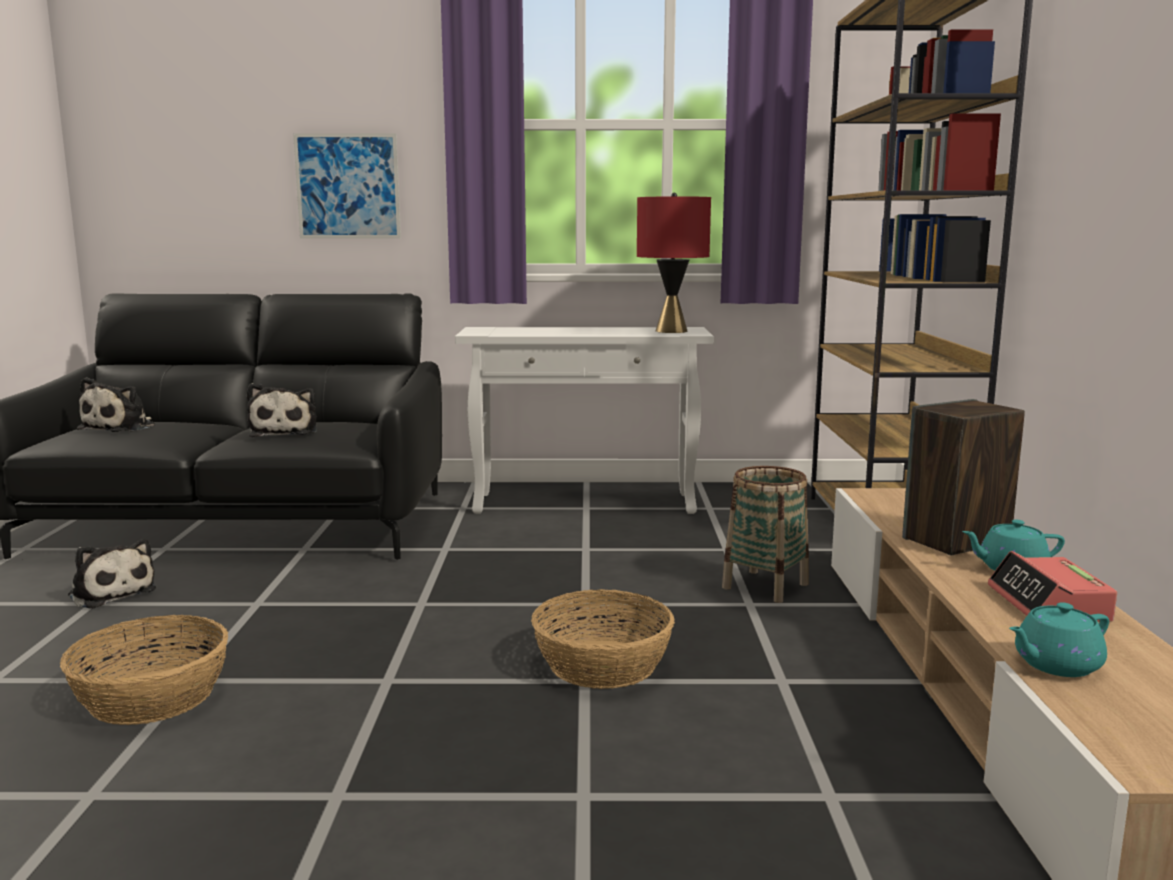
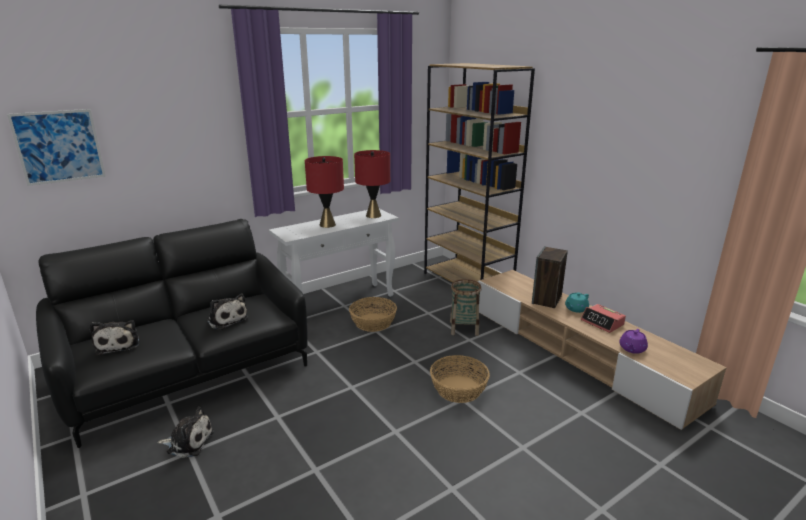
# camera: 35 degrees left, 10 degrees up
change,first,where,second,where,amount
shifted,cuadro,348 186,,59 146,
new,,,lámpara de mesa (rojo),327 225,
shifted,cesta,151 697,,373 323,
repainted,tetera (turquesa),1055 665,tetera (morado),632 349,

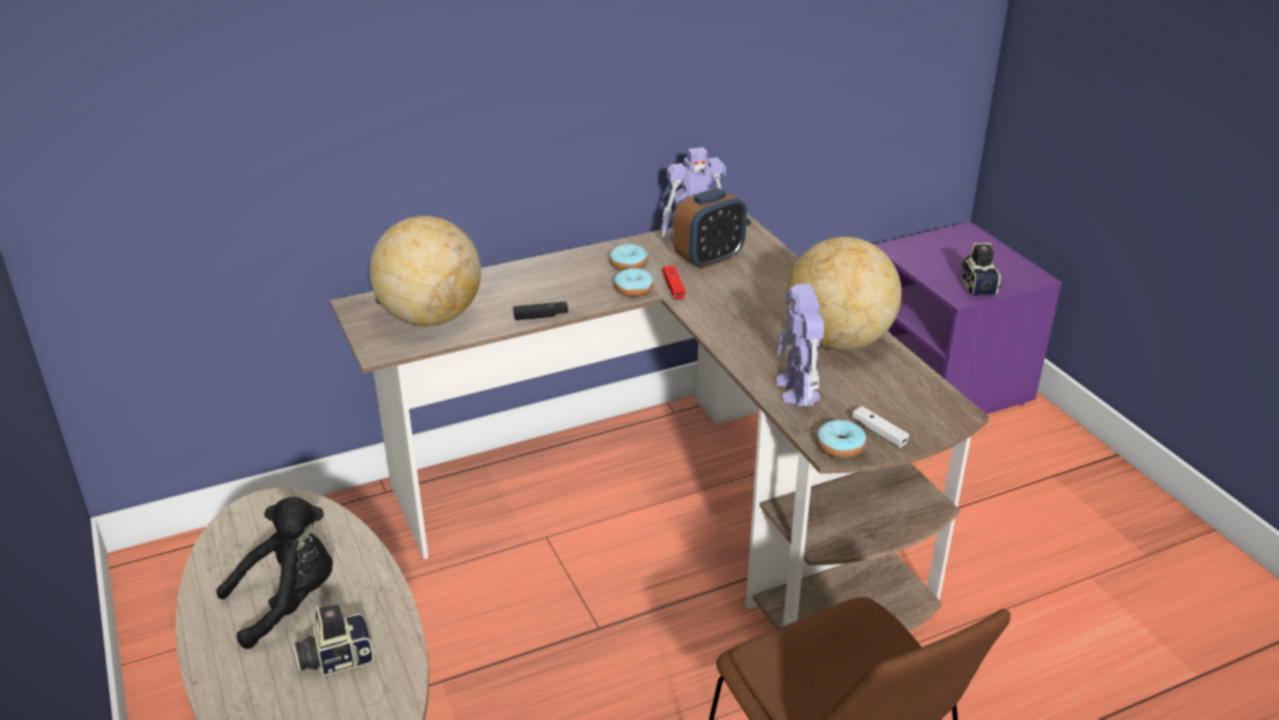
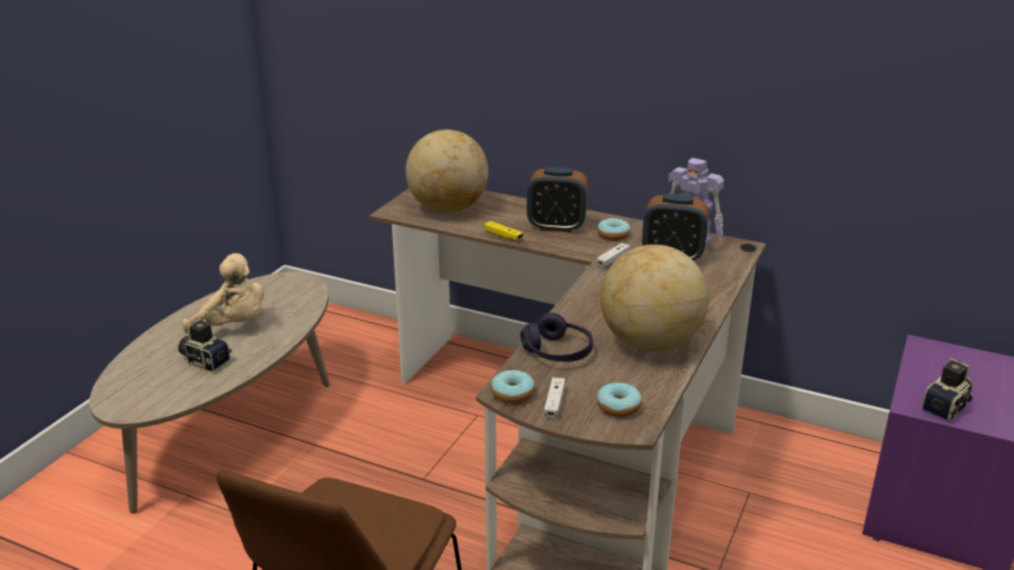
# camera: 50 degrees right, 5 degrees down
change,first,where,second,where,amount
repainted,peluche (negro),289 601,peluche (beis),233 325,
repainted,mando de consola (negro),541 316,mando de consola (amarillo),503 236,
swapped,robot de juguete,797 391,auriculares (morado),557 352,
new,,,despertador,556 226,
repainted,mando de consola (rojo),673 287,mando de consola (blanco),612 260,
shifted,rosquilla,633 289,,618 407,

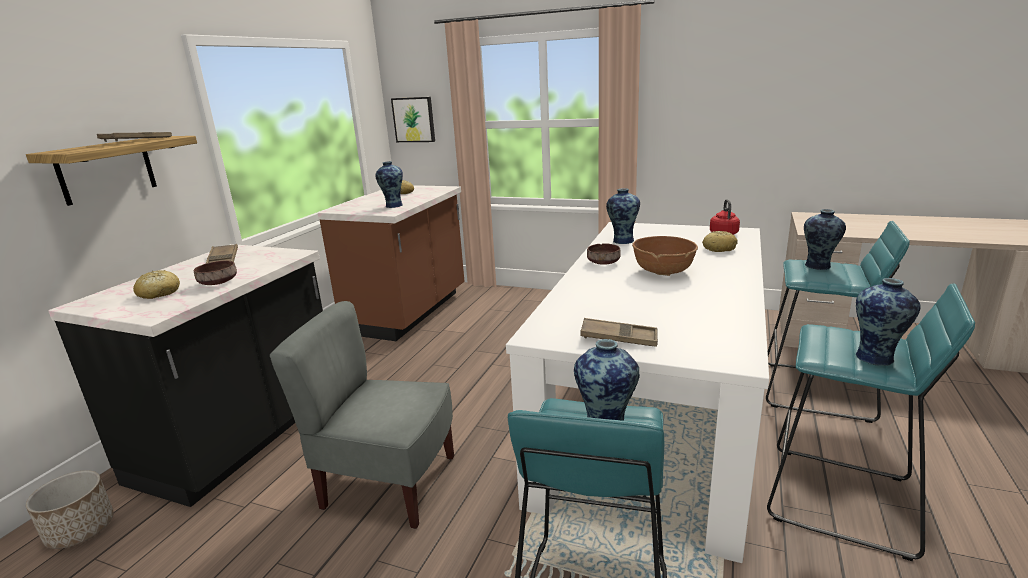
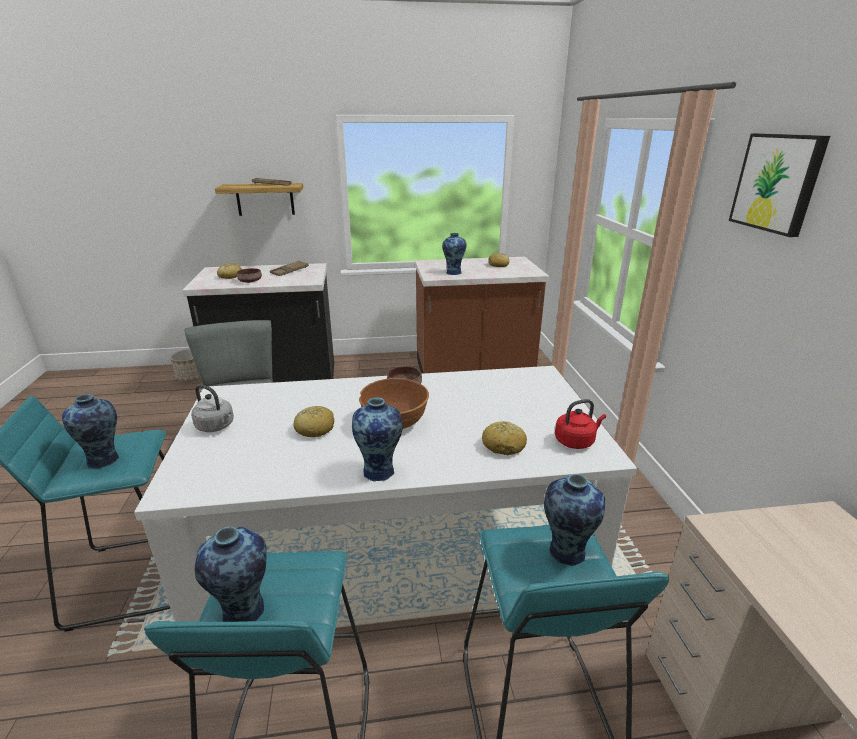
# camera: 60 degrees right, 5 degrees up
change,first,where,second,where,amount
swapped,bandeja (marrón),619 338,hervidor (gris),216 426,
new,,,pan,315 428,
shifted,florero,622 241,,379 470,
shifted,cuadro,414 119,,778 183,

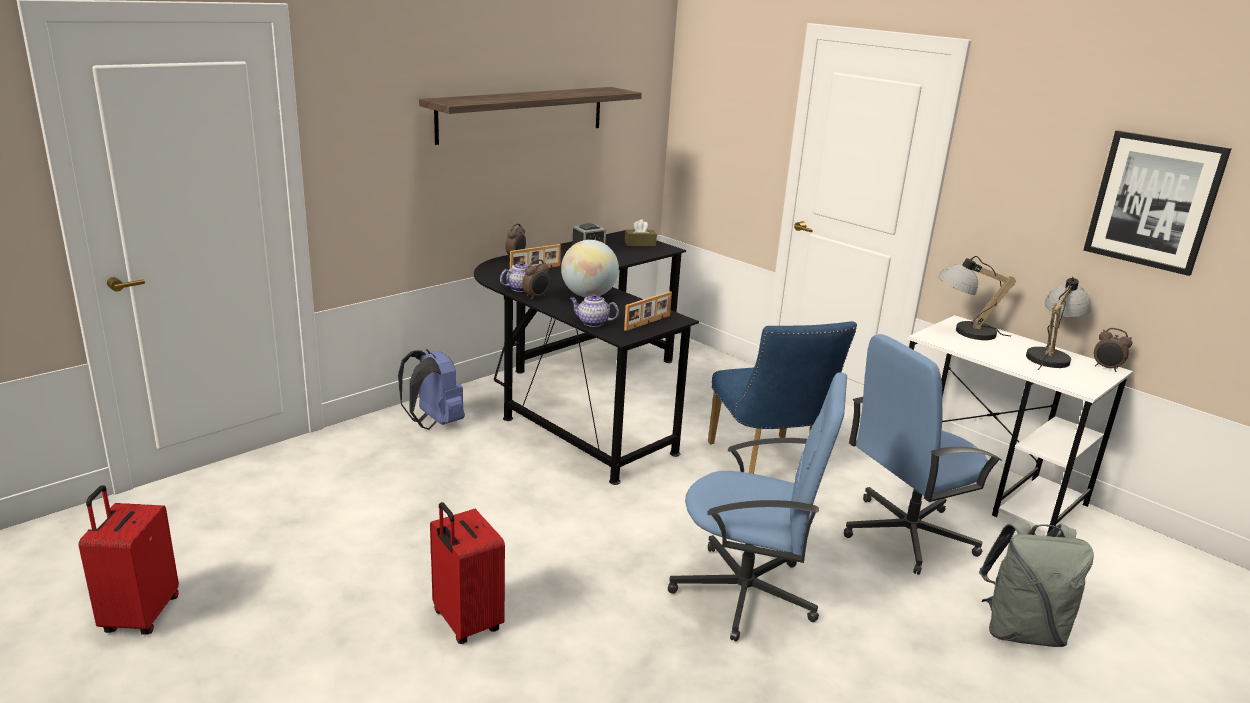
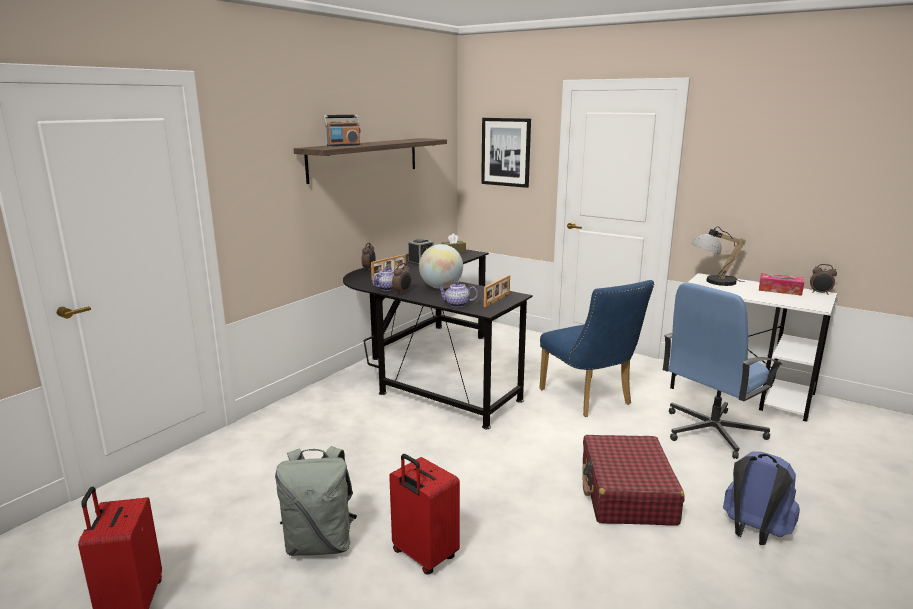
# camera: 10 degrees left, 5 degrees down
change,first,where,second,where,amount
shifted,mochila (gris),1021 631,,320 544,
new,,,radio,343 145,
shifted,cuadro,1153 201,,506 152,
swapped,silla de oficina (azul),746 593,maleta (rojo),627 493,
shifted,mochila (azul),434 423,,753 533,
swapped,lámpara de mesa,1050 356,caja de pañuelos,780 290,

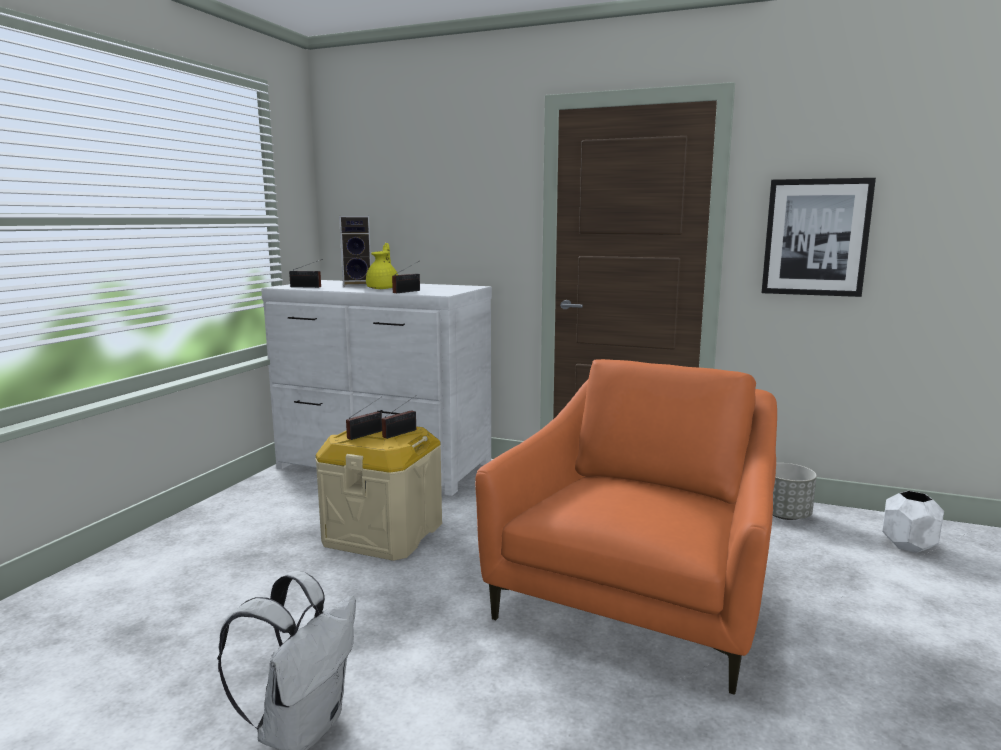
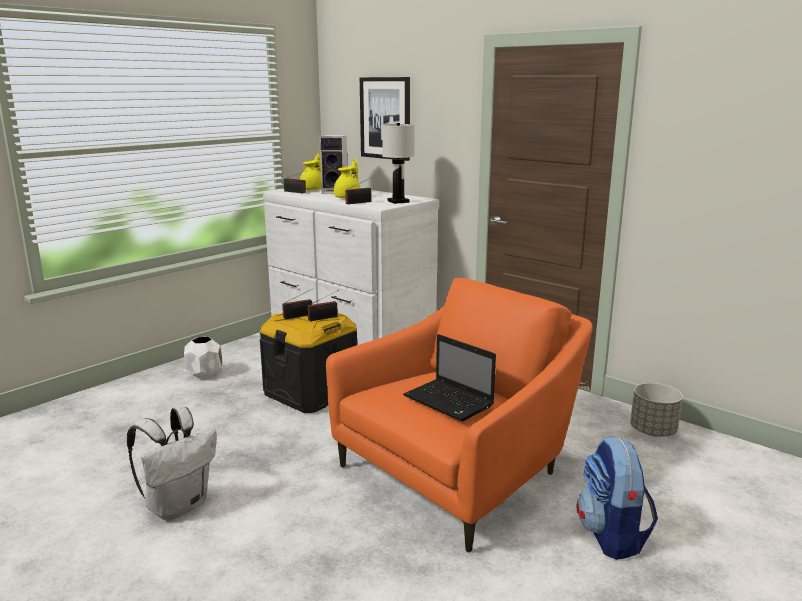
# camera: 20 degrees right, 5 degrees up
change,first,where,second,where,amount
shifted,maceta (blanco),908 545,,205 374,
repainted,caja de almacenaje (beis),383 534,caja de almacenaje (negro),311 392,
new,,,tetera (amarillo),313 189,
shifted,cuadro,815 237,,385 118,
new,,,lámpara de mesa (blanco),398 201,
new,,,portátil,450 401,
new,,,mochila,612 536,

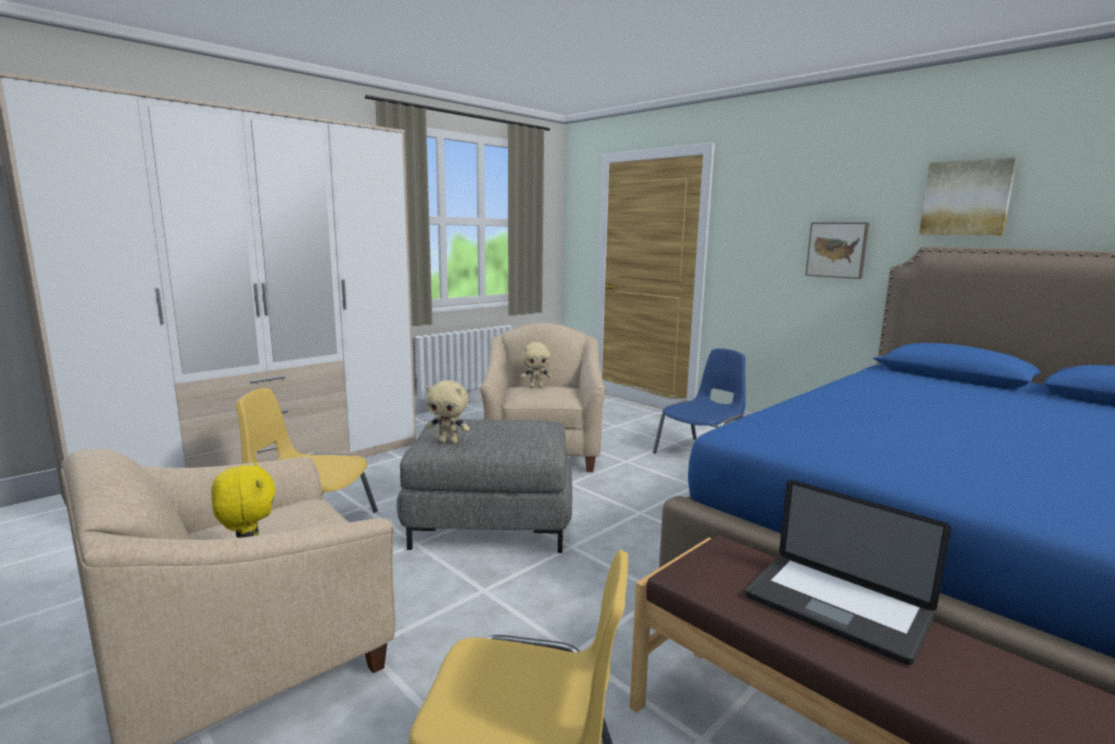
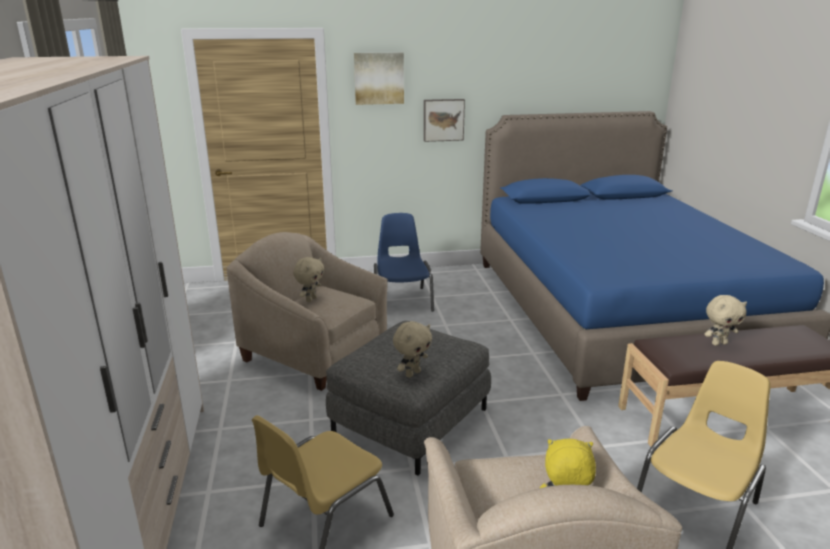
# camera: 55 degrees left, 10 degrees up
change,first,where,second,where,amount
shifted,cuadro,966 198,,379 78,
swapped,portátil,836 608,peluche (beis),719 343,

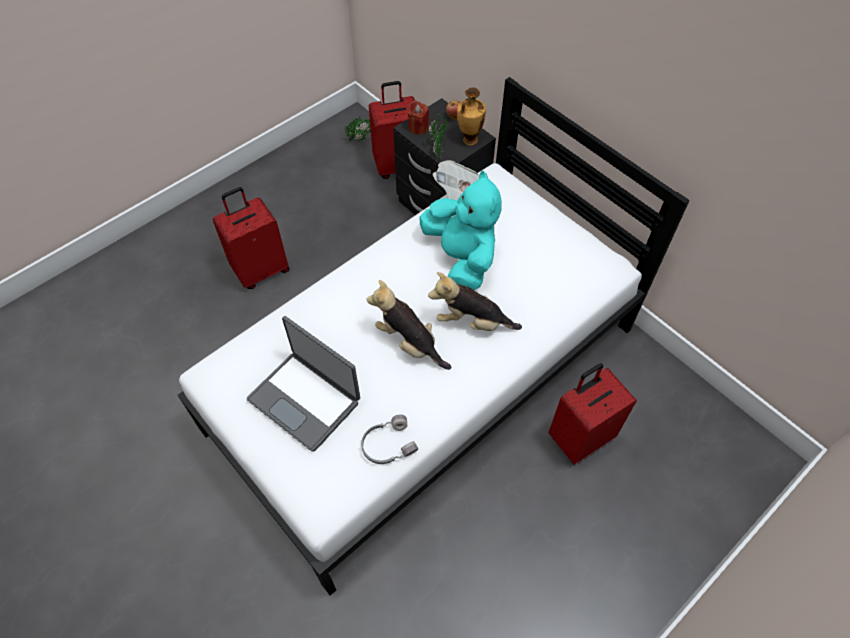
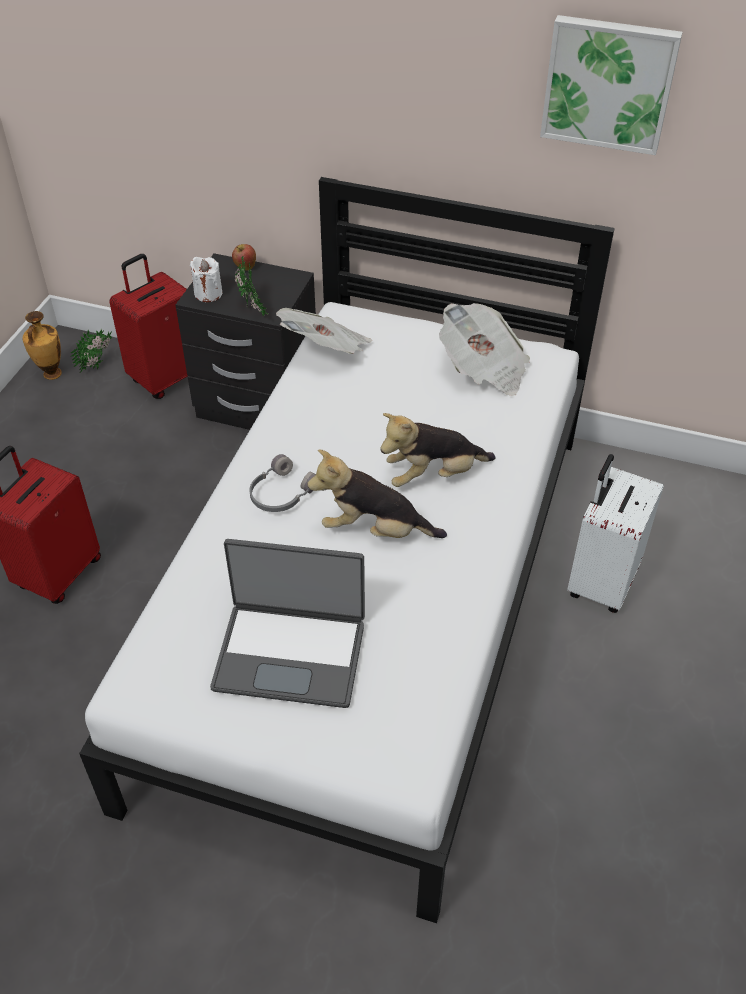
# camera: 30 degrees left, 10 degrees down
change,first,where,second,where,amount
shifted,florero,469 140,,51 374,
repainted,vela (rojo),418 127,vela (blanco),208 293,
shifted,auriculares (gris),387 444,,281 493,
new,,,periódico,483 368,
new,,,cuadro,609 83,
repainted,maleta (rojo),580 437,maleta (blanco),600 582,
gone,peluche (turquesa),461 258,,,

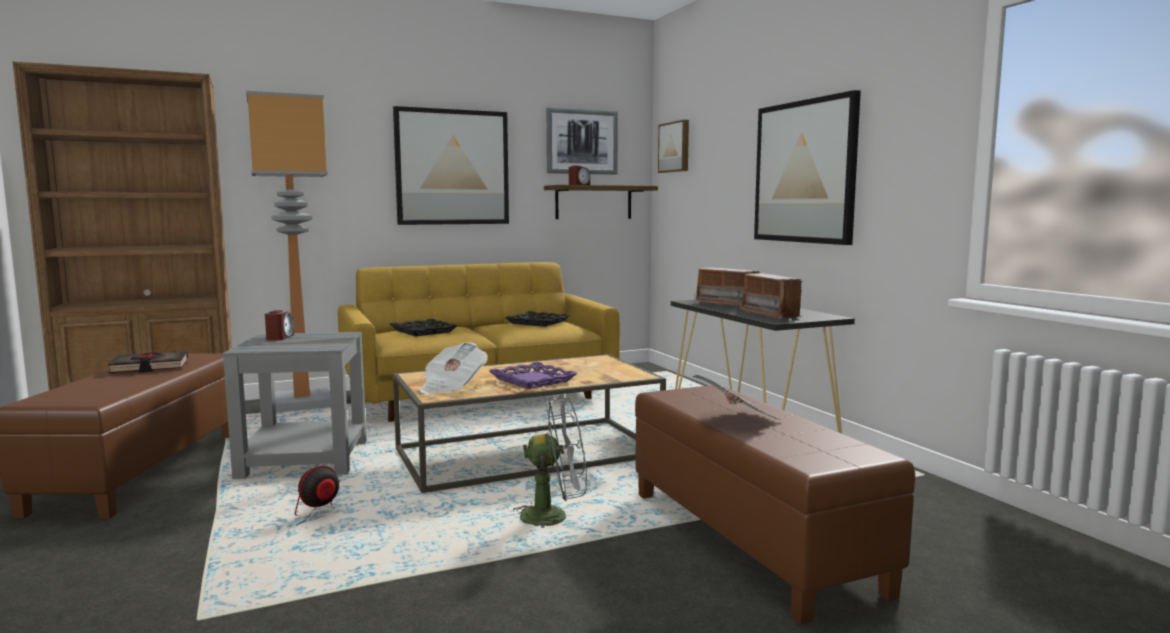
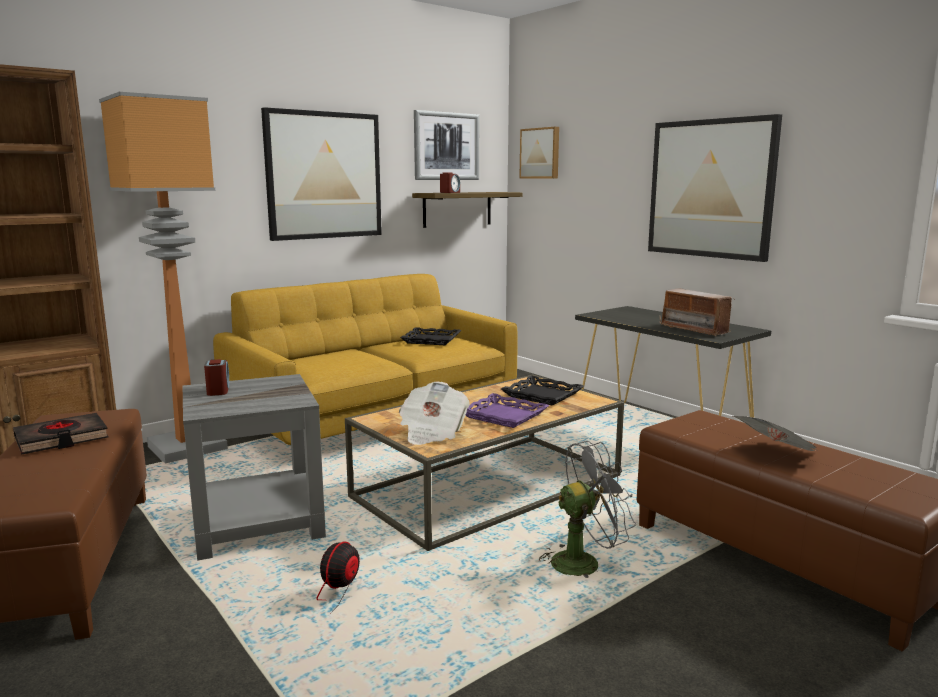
# camera: 15 degrees left, 5 degrees up
change,first,where,second,where,amount
shifted,bandeja (negro),423 331,,542 395,
gone,radio,727 304,,,

